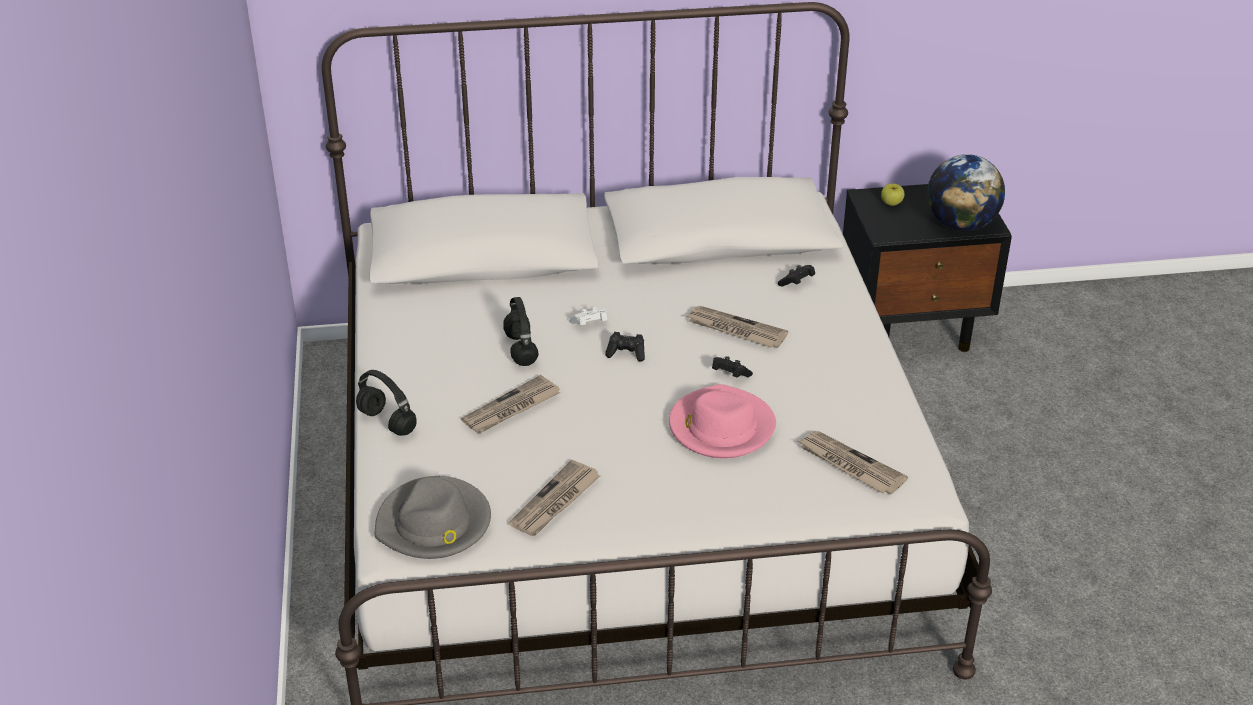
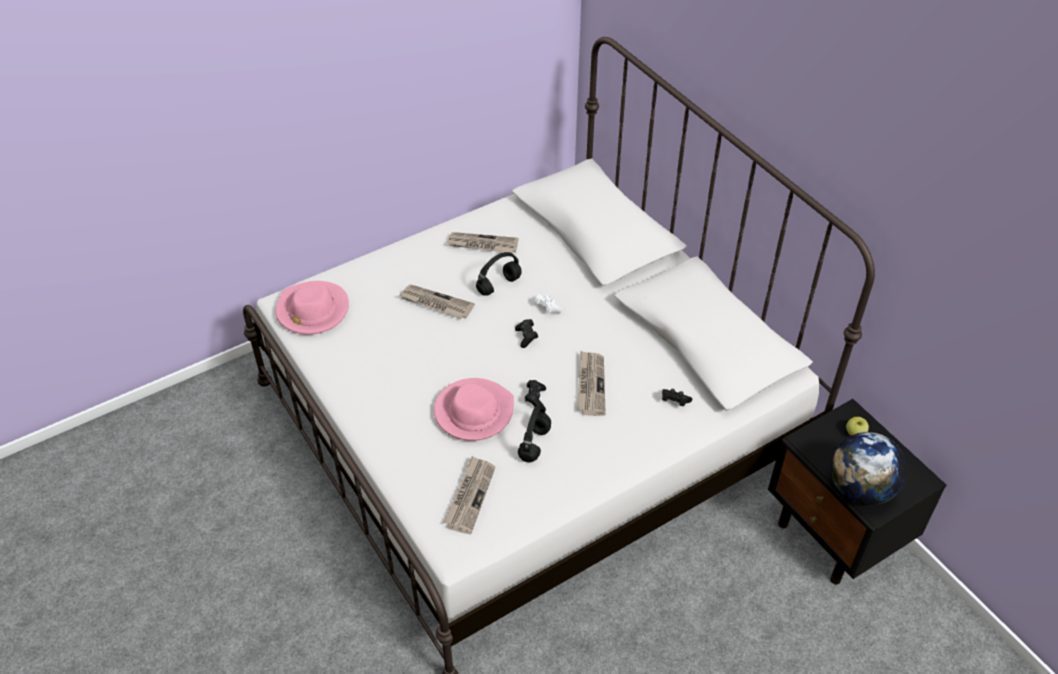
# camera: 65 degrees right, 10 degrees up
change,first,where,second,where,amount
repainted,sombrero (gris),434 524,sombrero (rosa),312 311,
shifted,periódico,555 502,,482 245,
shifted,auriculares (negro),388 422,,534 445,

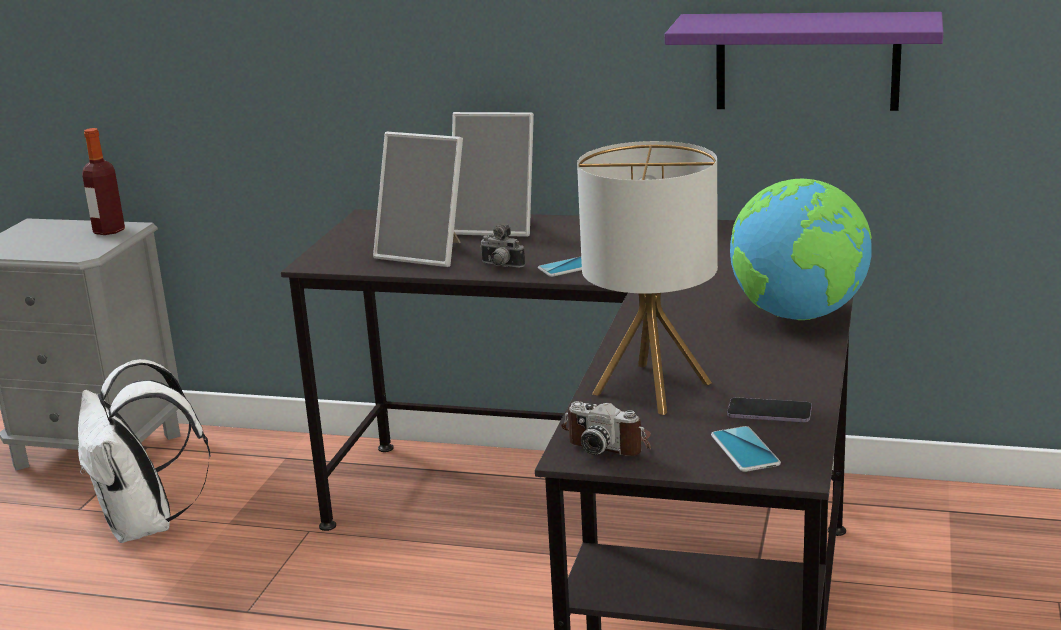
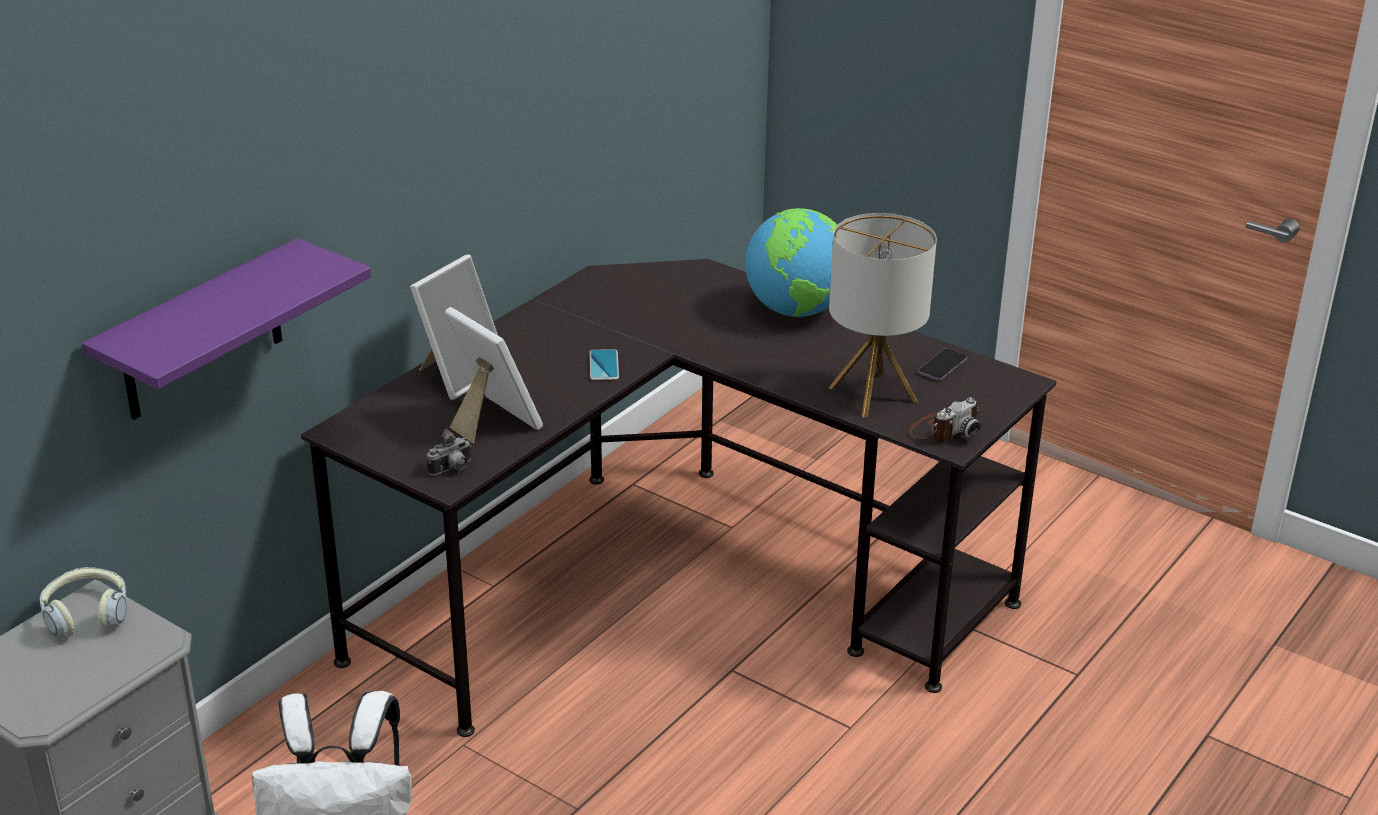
# camera: 70 degrees left, 10 degrees up
change,first,where,second,where,amount
swapped,botella,109 230,auriculares,86 613,
shifted,estante (morado),807 61,,201 333,
shifted,cámara,501 266,,452 469,
rotated,portarretratos,426 253,,491 422,90 degrees counterclockwise
gone,móvil,745 450,,,

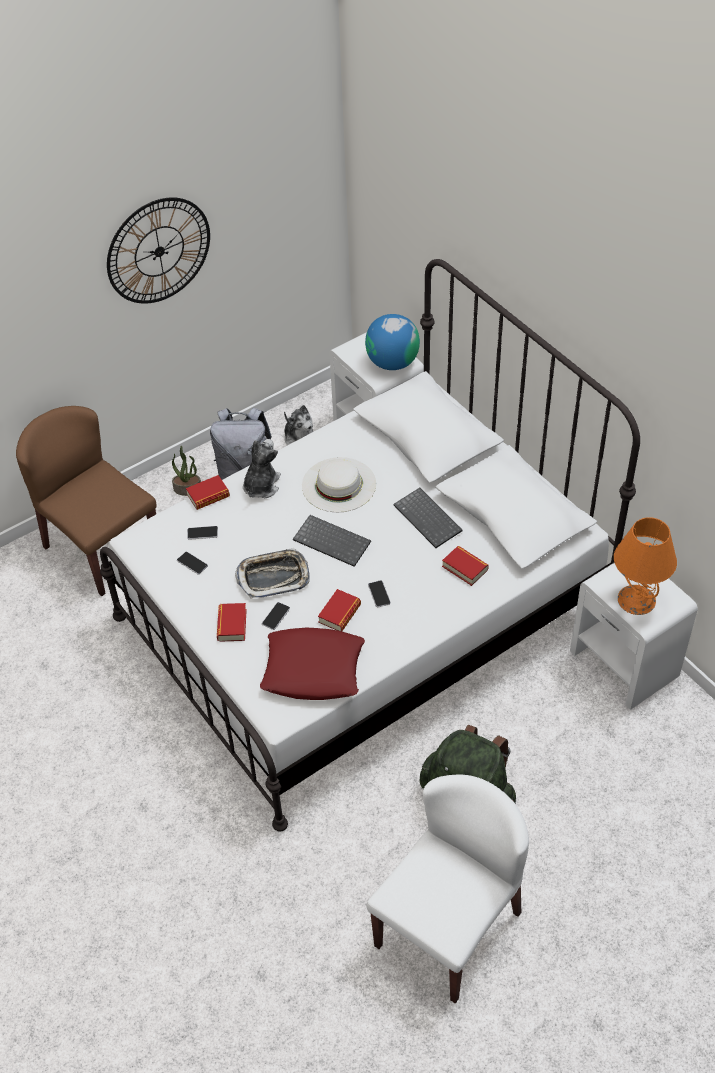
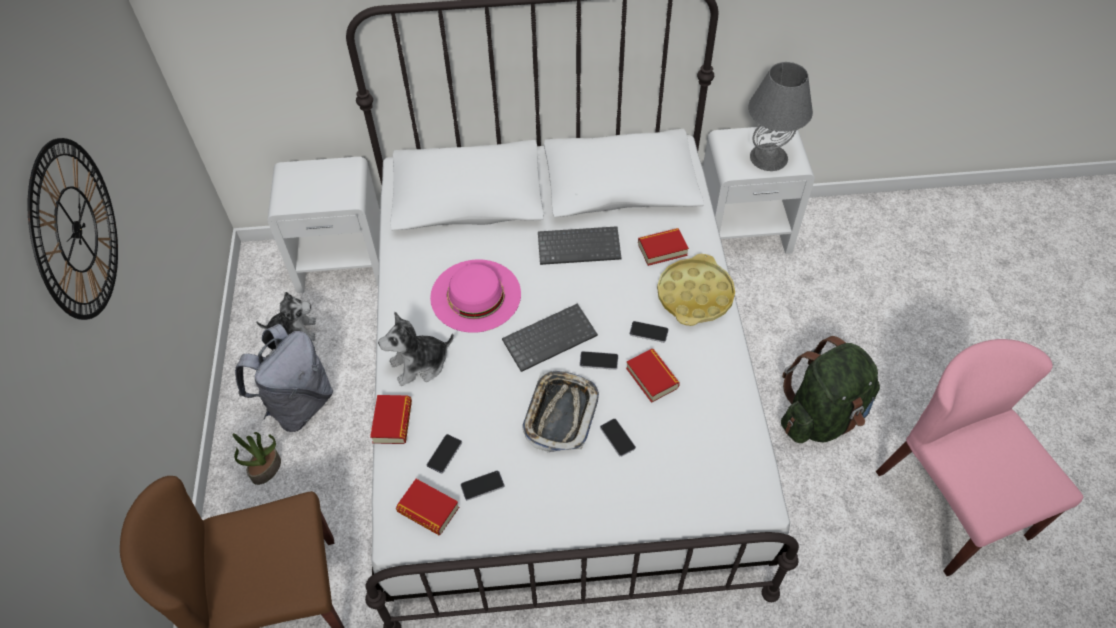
# camera: 60 degrees left, 5 degrees up
change,first,where,second,where,amount
rotated,peluche,261 486,,420 364,75 degrees counterclockwise
shifted,libro,232 625,,428 510,
repainted,sombrero (blanco),338 484,sombrero (rosa),475 295,
new,,,móvil,599 361,
new,,,bandeja (amarillo),695 295,
repainted,lámpara de mesa (naranja),637 599,lámpara de mesa (gris),769 157,
repainted,silla (blanco),448 927,silla (rosa),951 503,
gone,cojín (rojo),313 669,,,
gone,globo terráqueo,392 362,,,

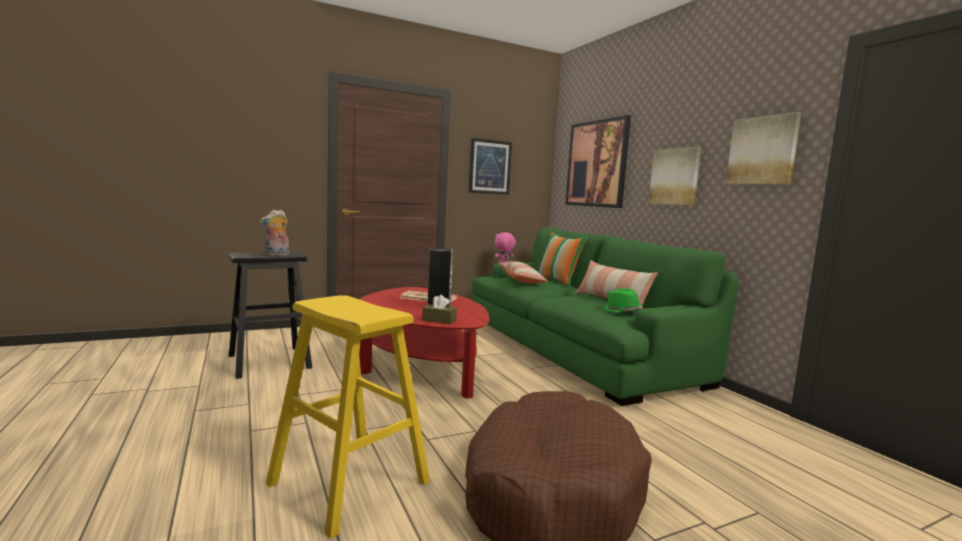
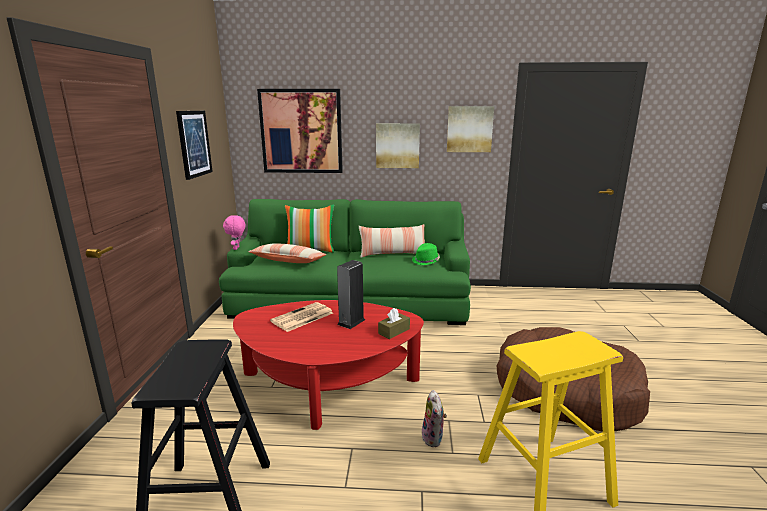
# camera: 60 degrees left, 10 degrees up
change,first,where,second,where,amount
shifted,peluche,276 255,,434 438,

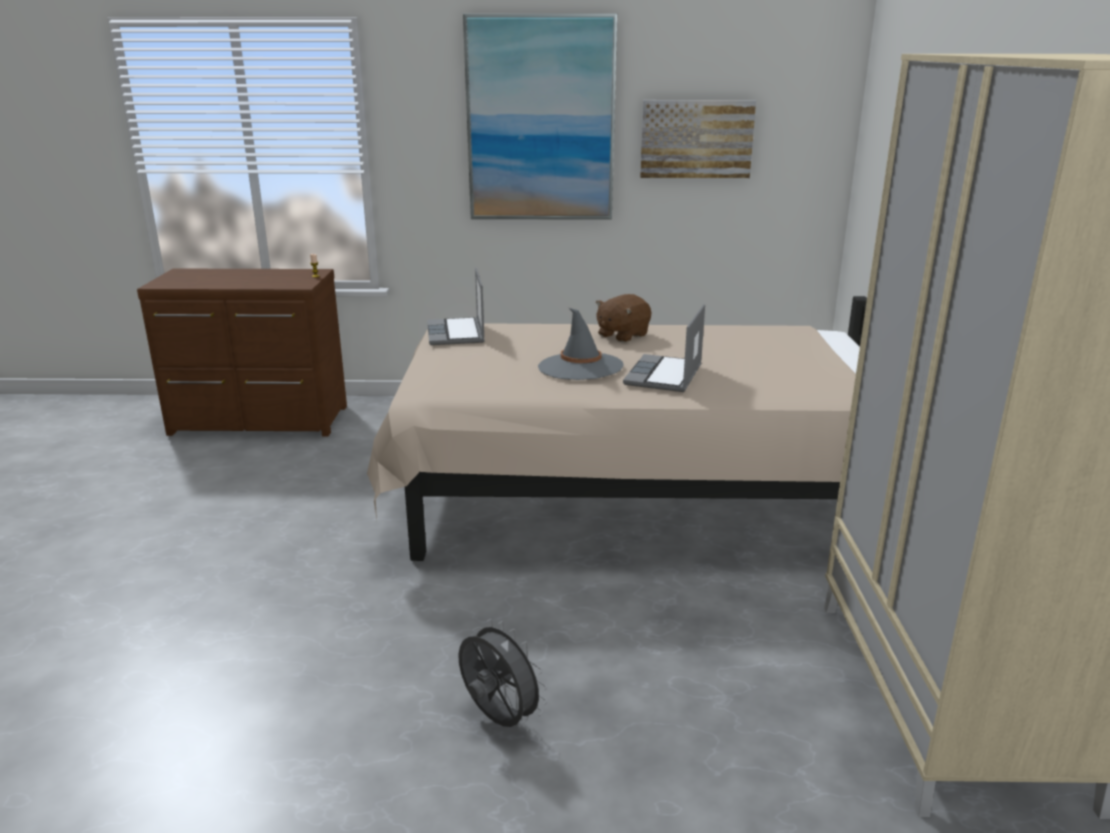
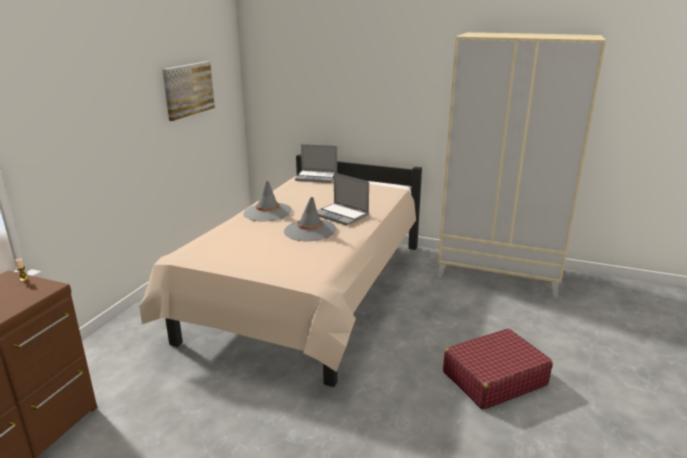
# camera: 70 degrees left, 0 degrees up
change,first,where,second,where,amount
swapped,peluche (marrón),622 335,sombrero (gris),267 212,
shifted,portátil,456 333,,317 177,
swapped,ventilador (gris),498 719,maleta (rojo),493 378,
gone,cuadro,540 120,,,

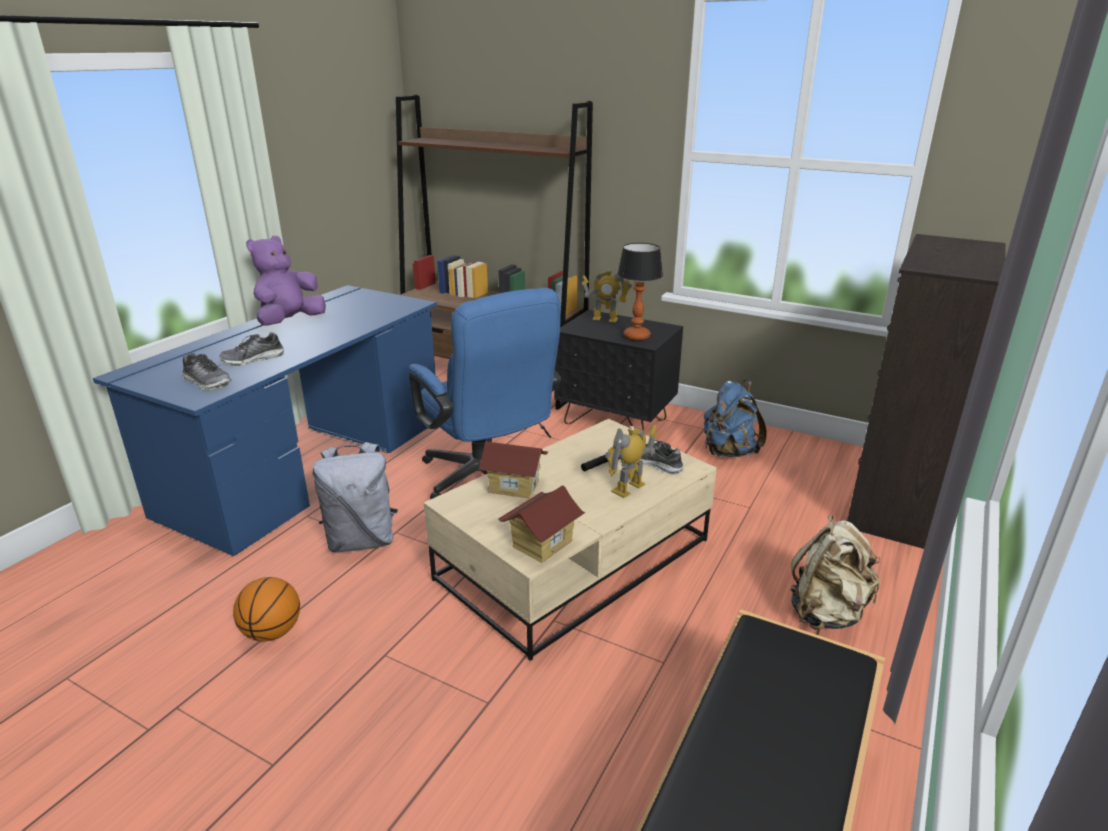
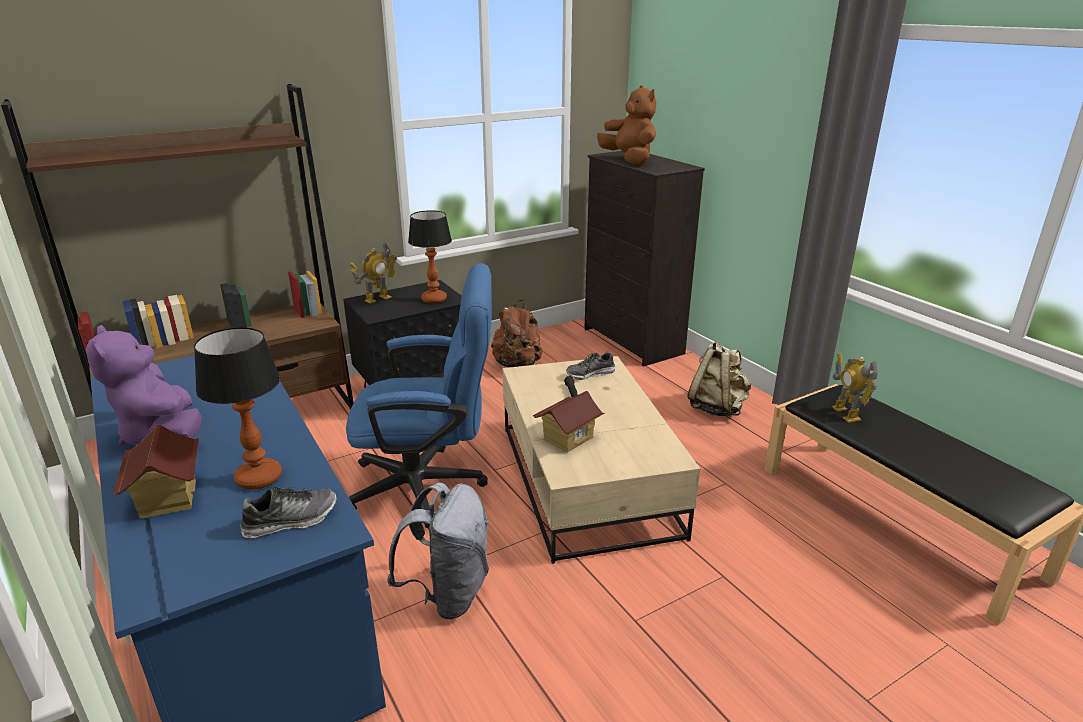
# camera: 60 degrees left, 0 degrees up
change,first,where,second,where,amount
shifted,casita,542 544,,167 497,
swapped,zapato,253 359,lámpara de mesa,260 477,
repainted,mochila (azul),728 452,mochila (marrón),517 365,
new,,,peluche (marrón),629 160,
shifted,robot de juguete,629 488,,846 414,
gone,balón de baloncesto,272 632,,,

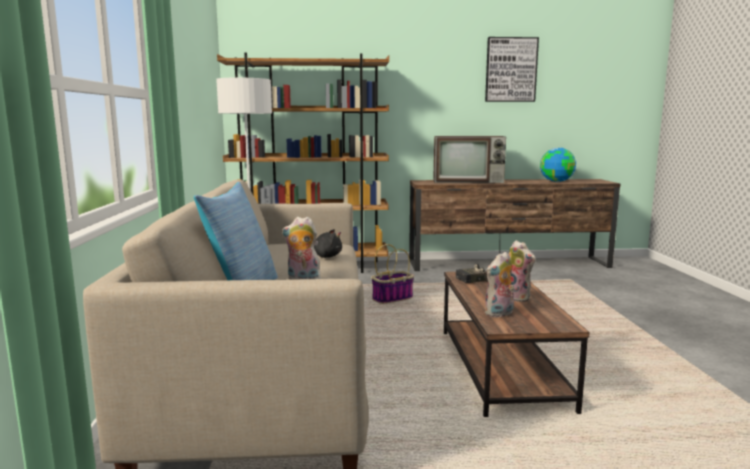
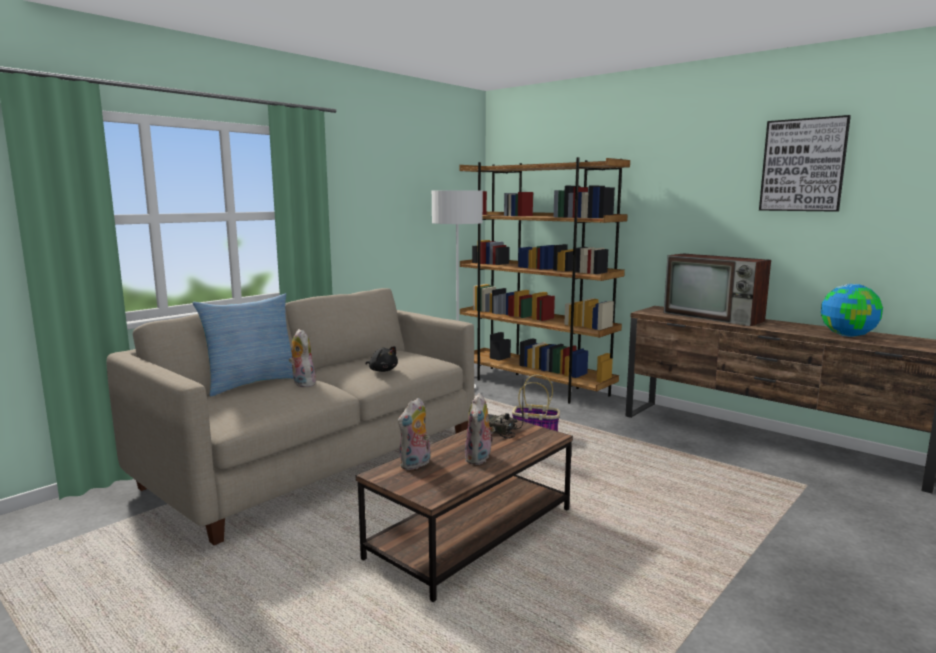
# camera: 45 degrees right, 0 degrees up
change,first,where,second,where,amount
rotated,peluche,499 314,,416 465,60 degrees counterclockwise

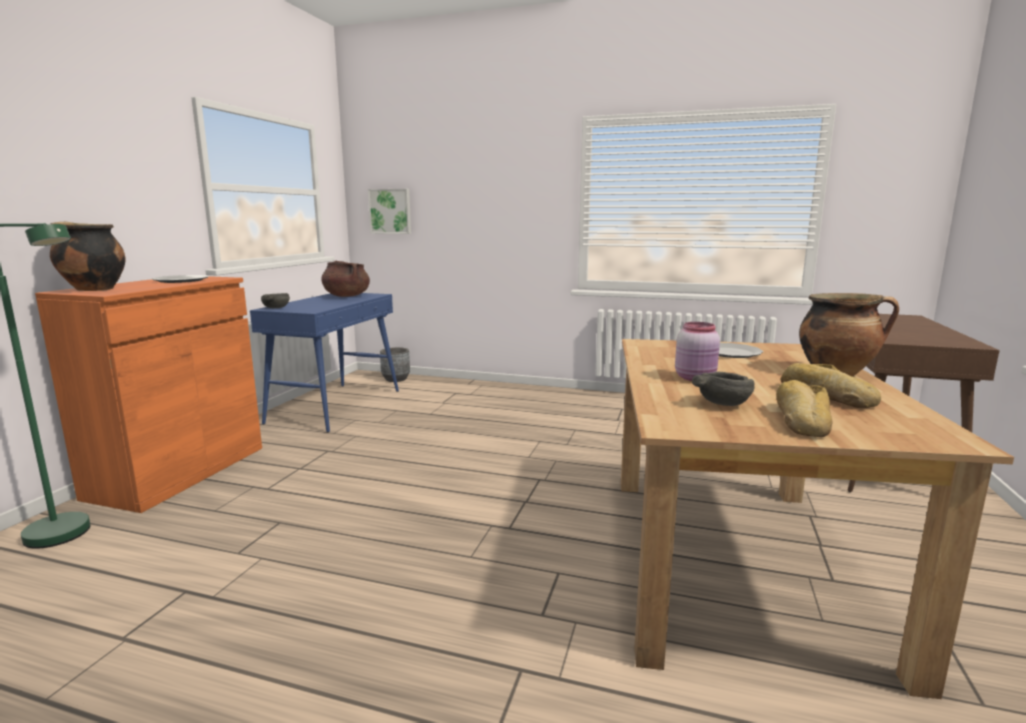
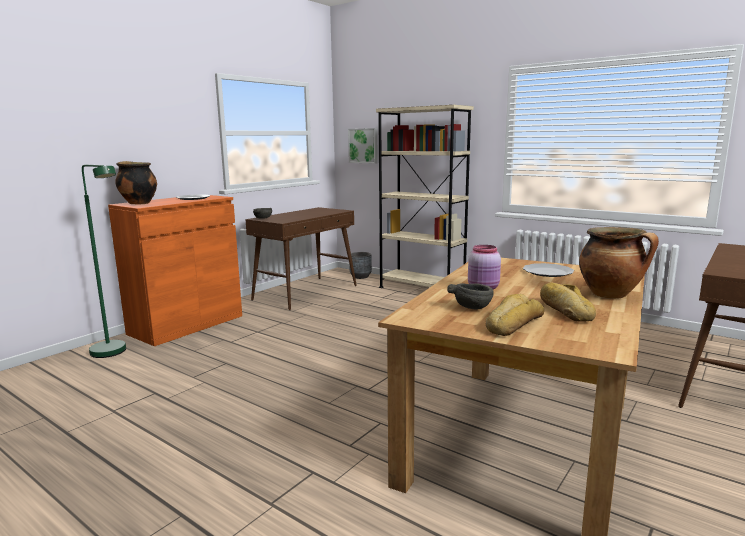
# camera: 20 degrees right, 0 degrees up
change,first,where,second,where,amount
repainted,mesa consola (azul),336 406,mesa consola (marrón),306 292,
new,,,estantería (beis),421 289,
gone,olla (marrón),346 296,,,

